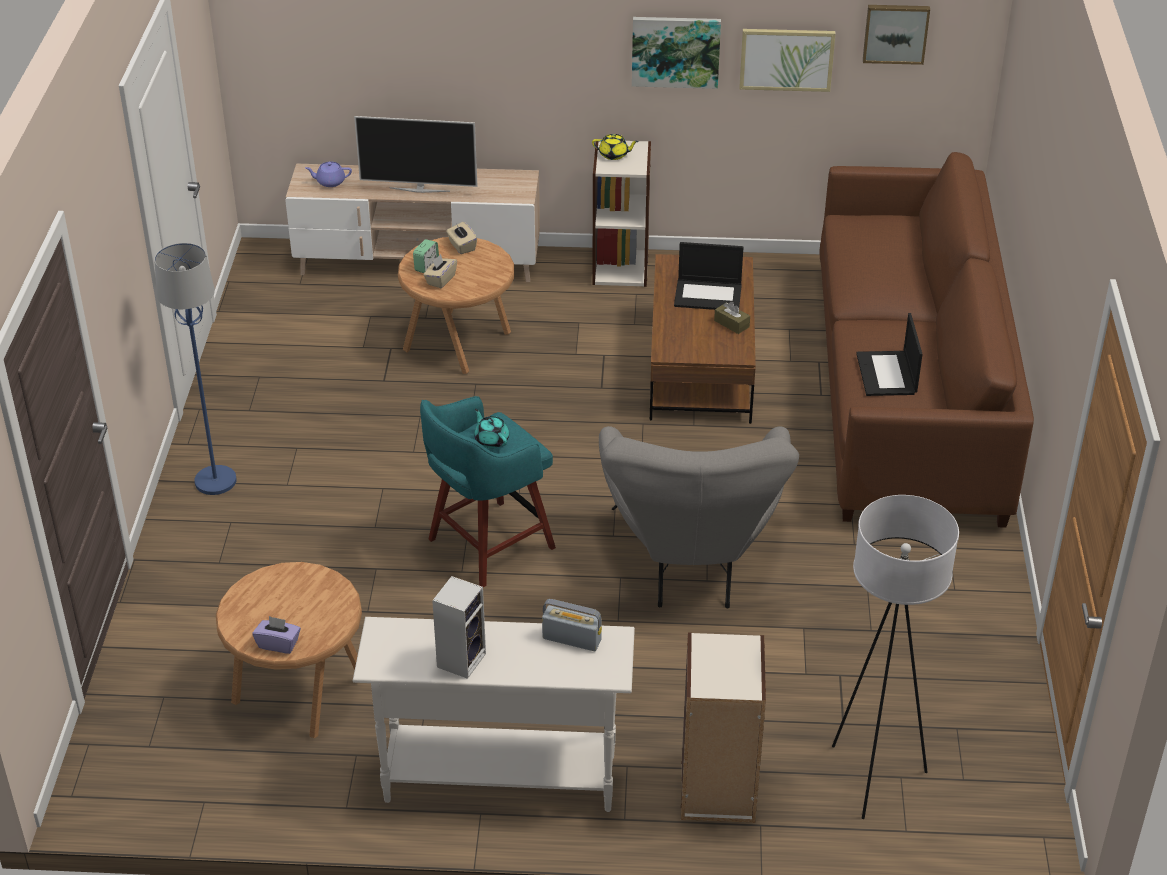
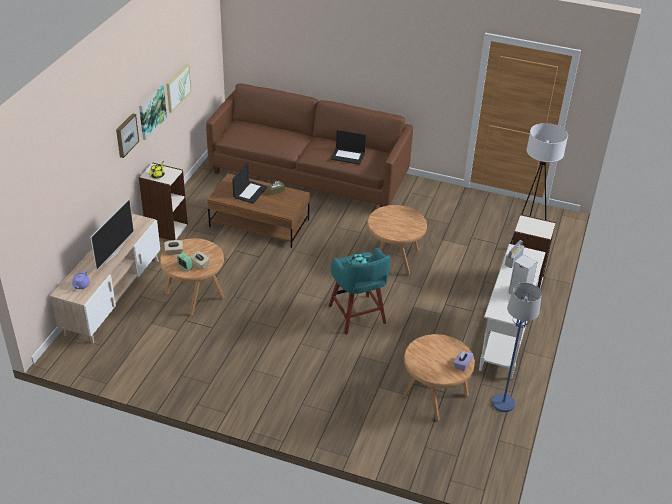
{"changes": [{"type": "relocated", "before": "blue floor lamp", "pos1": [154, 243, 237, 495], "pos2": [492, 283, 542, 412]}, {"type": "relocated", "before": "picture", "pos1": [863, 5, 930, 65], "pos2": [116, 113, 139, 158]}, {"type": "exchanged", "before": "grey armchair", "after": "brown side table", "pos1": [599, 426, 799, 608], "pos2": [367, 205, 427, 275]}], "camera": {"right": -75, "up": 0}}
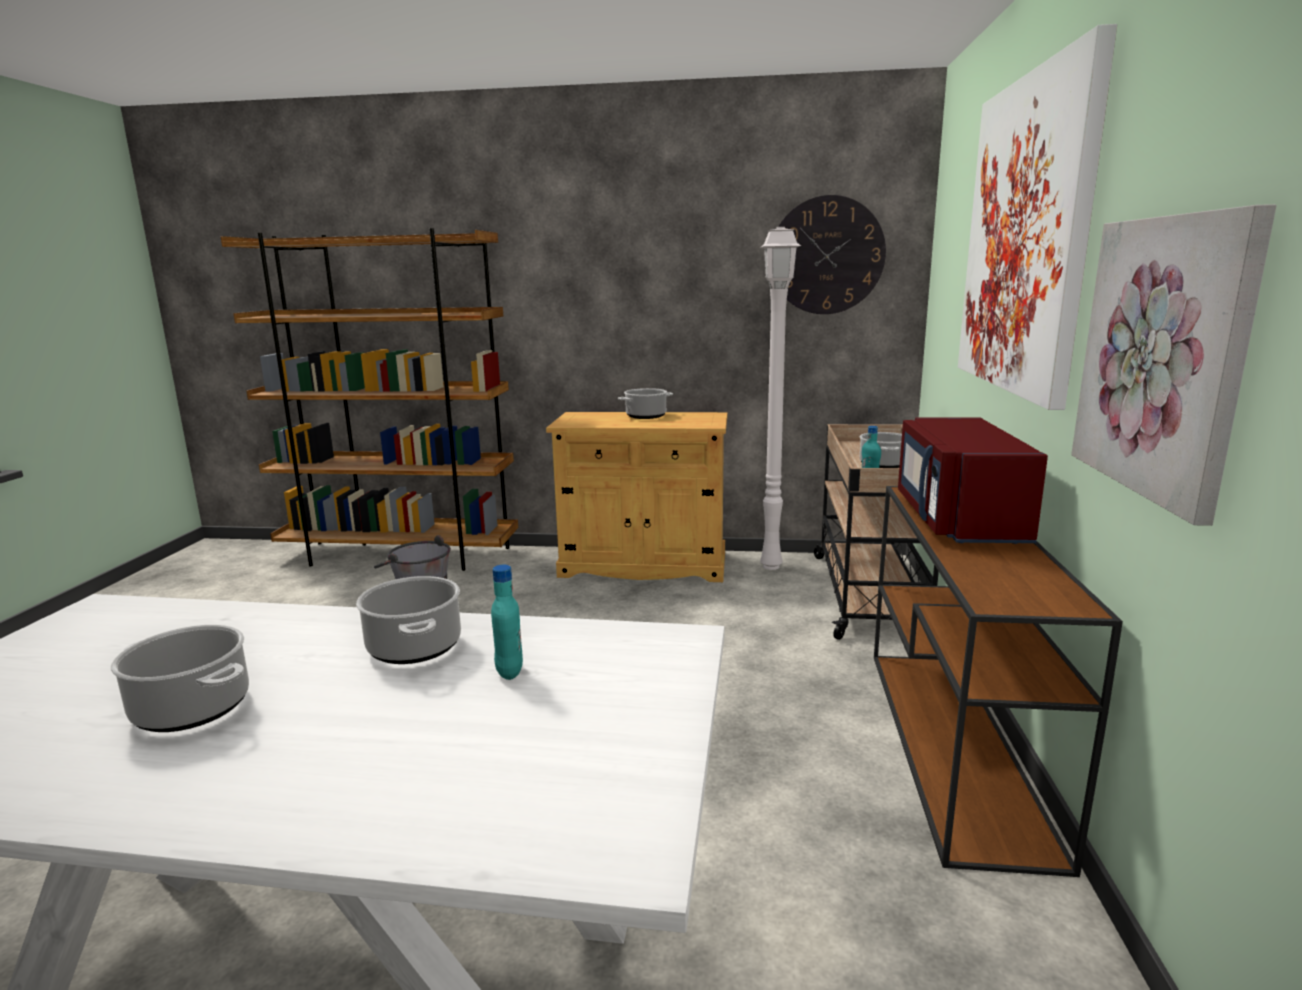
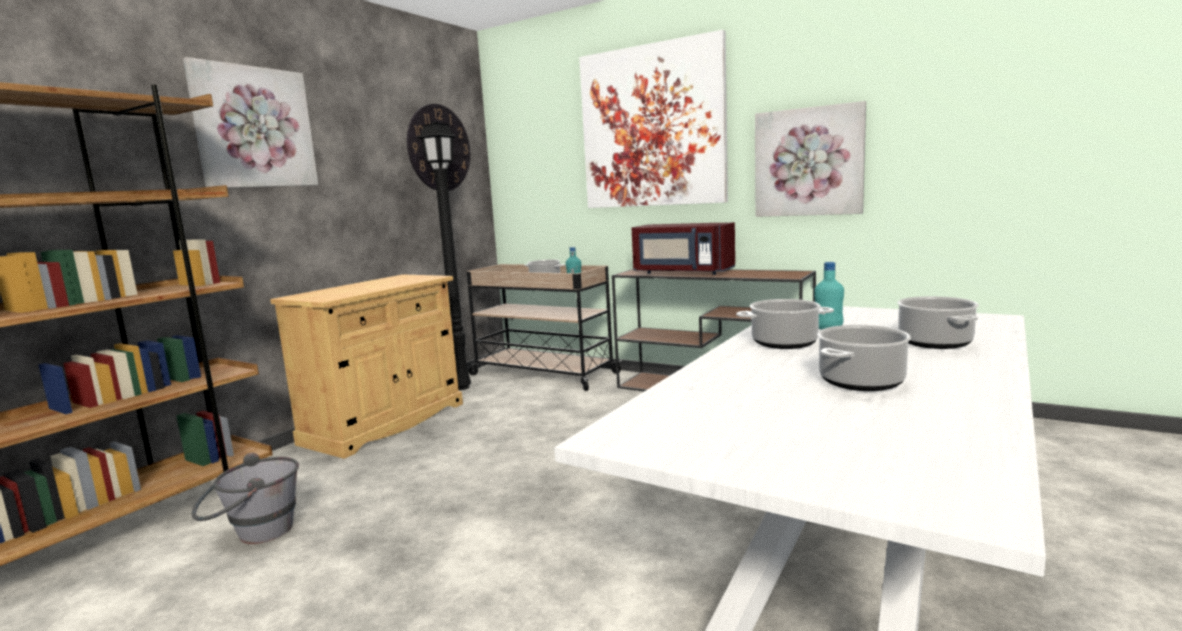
{"changes": [{"type": "appeared", "after": "picture", "pos2": [183, 57, 318, 188]}, {"type": "relocated", "before": "cooking pot", "pos1": [618, 388, 673, 419], "pos2": [897, 296, 979, 349]}, {"type": "colour", "before": "white floor lamp", "after": "black floor lamp", "pos1": [760, 227, 801, 570], "pos2": [416, 122, 471, 390]}], "camera": {"right": -65, "up": -5}}
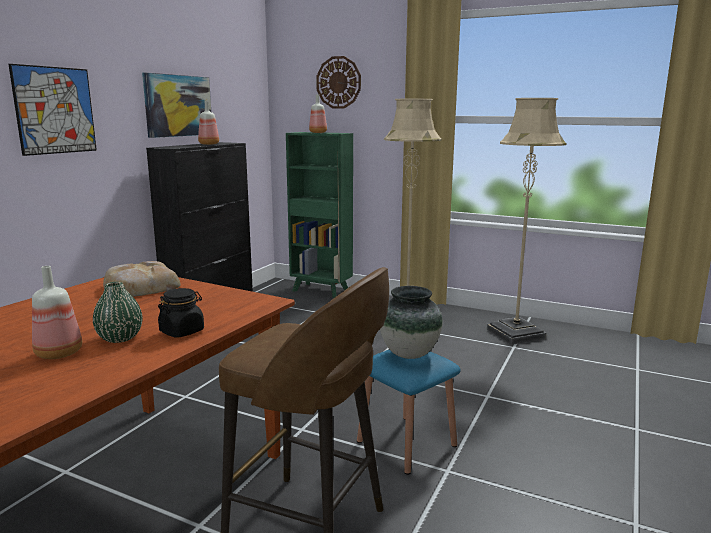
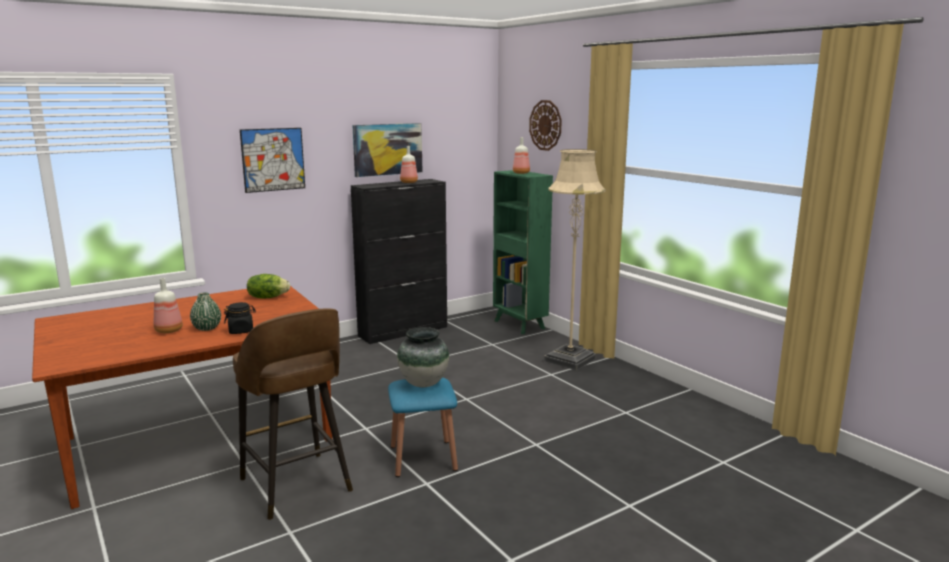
{"changes": [{"type": "missing", "before": "beige floor lamp", "pos1": [487, 98, 567, 345]}, {"type": "exchanged", "before": "bread", "after": "lettuce", "pos1": [103, 261, 181, 297], "pos2": [247, 274, 290, 299]}], "camera": {"right": 30, "up": 0}}
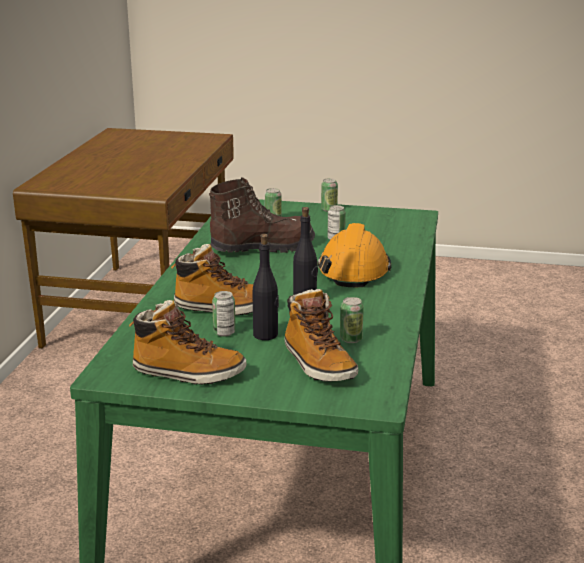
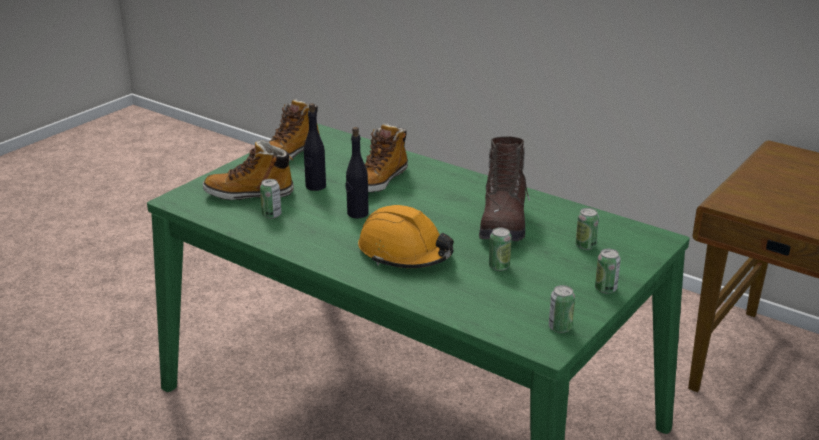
{"changes": [{"type": "relocated", "before": "can", "pos1": [212, 291, 236, 337], "pos2": [549, 285, 575, 333]}], "camera": {"right": 115, "up": 5}}
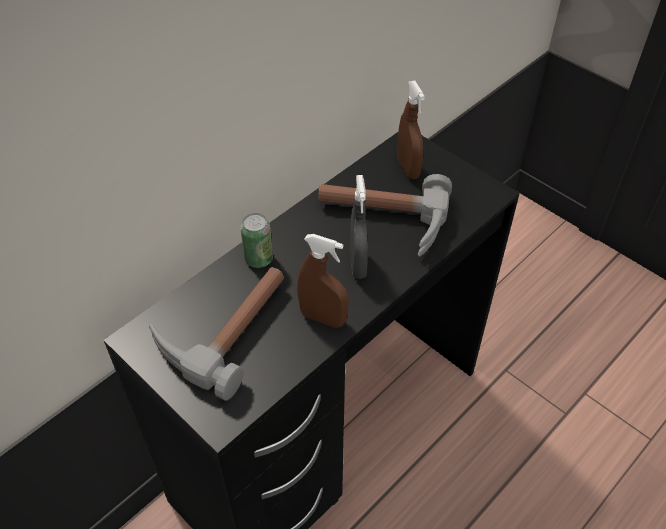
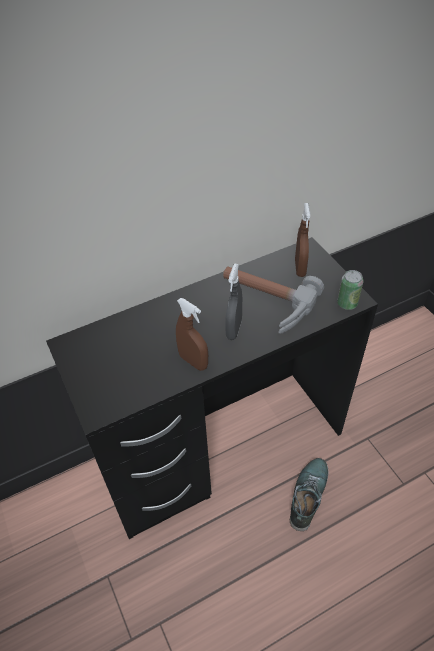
{"changes": [{"type": "missing", "before": "hammer", "pos1": [149, 267, 284, 401]}, {"type": "appeared", "after": "shoe", "pos2": [290, 458, 329, 531]}, {"type": "relocated", "before": "can", "pos1": [241, 213, 273, 268], "pos2": [337, 270, 364, 310]}], "camera": {"right": 20, "up": 0}}
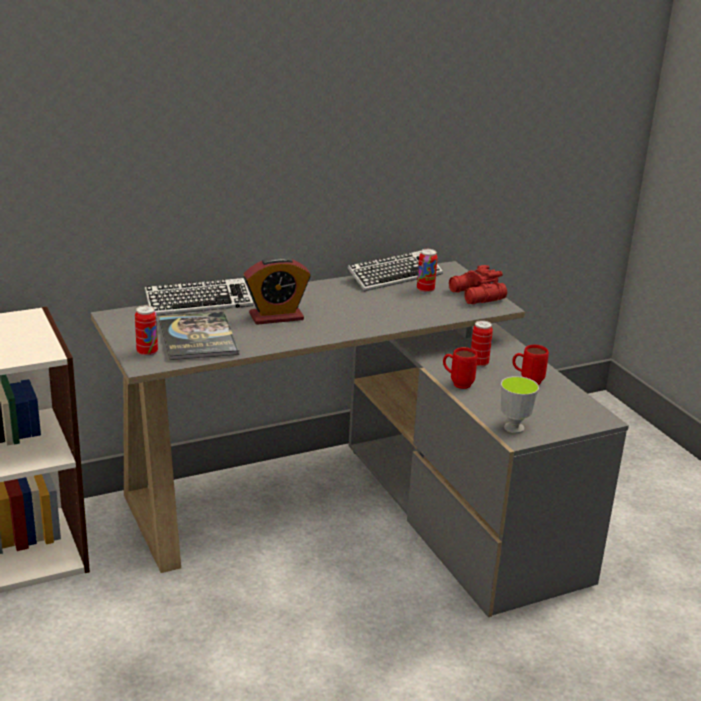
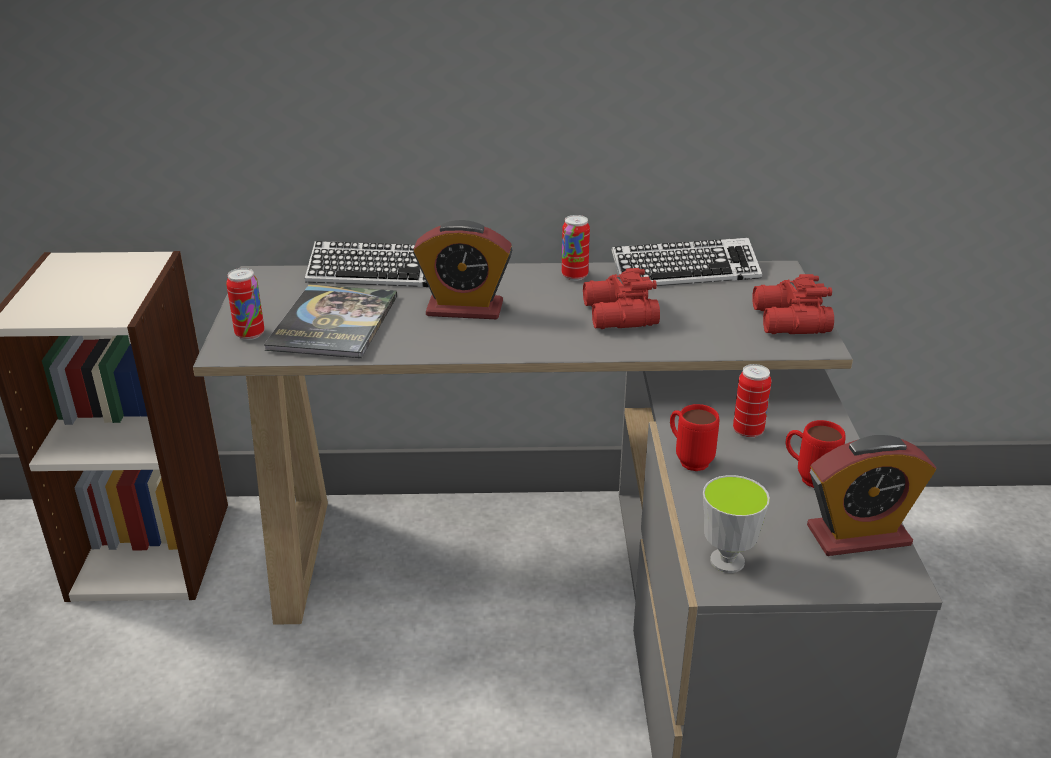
{"changes": [{"type": "appeared", "after": "red binoculars", "pos2": [583, 268, 660, 329]}, {"type": "appeared", "after": "alarm clock", "pos2": [807, 435, 937, 556]}, {"type": "relocated", "before": "can", "pos1": [417, 249, 438, 293], "pos2": [562, 215, 590, 281]}], "camera": {"right": 25, "up": 5}}
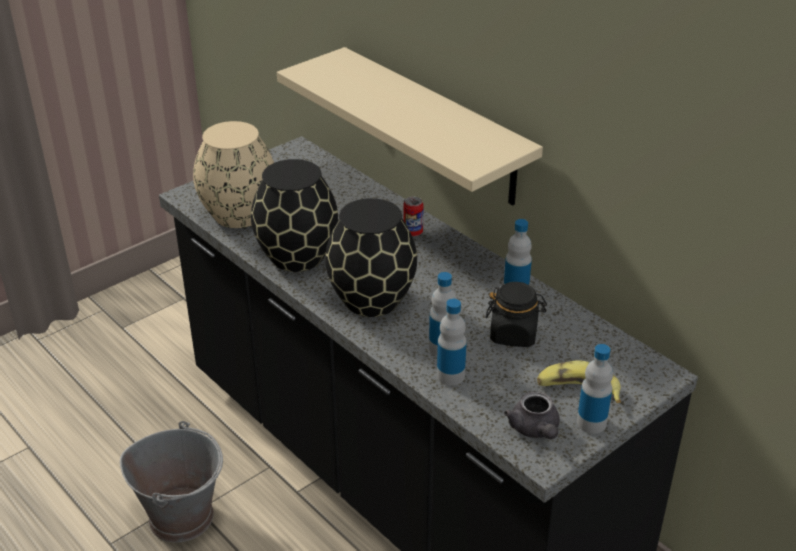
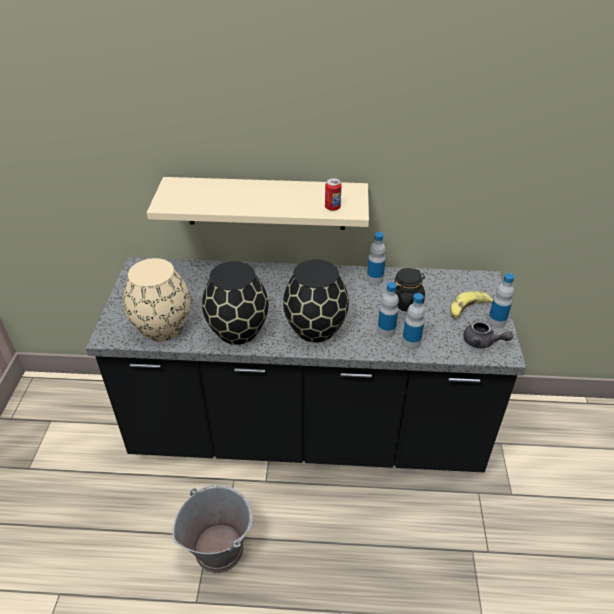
{"changes": [{"type": "relocated", "before": "can", "pos1": [403, 197, 424, 236], "pos2": [325, 178, 342, 211]}], "camera": {"right": -45, "up": 5}}
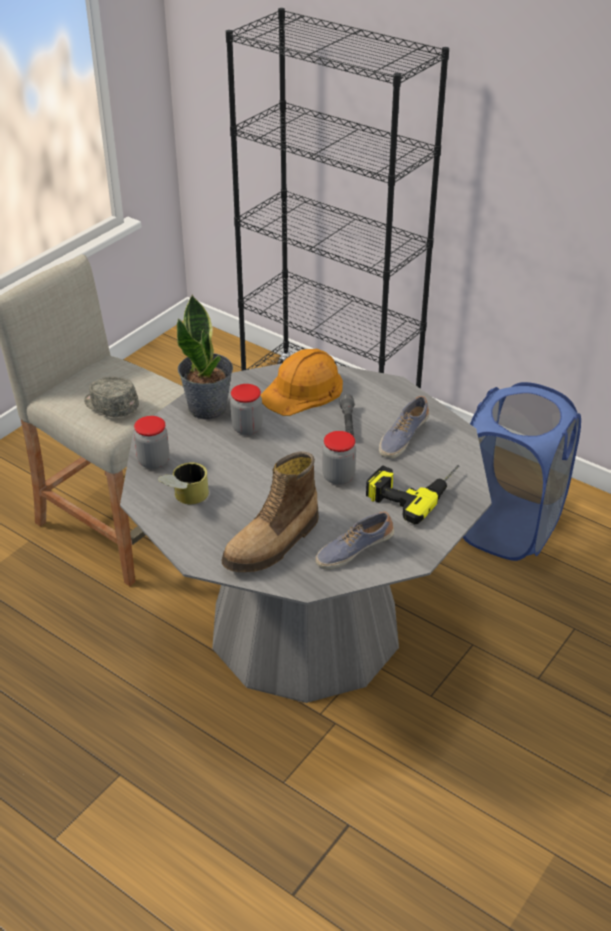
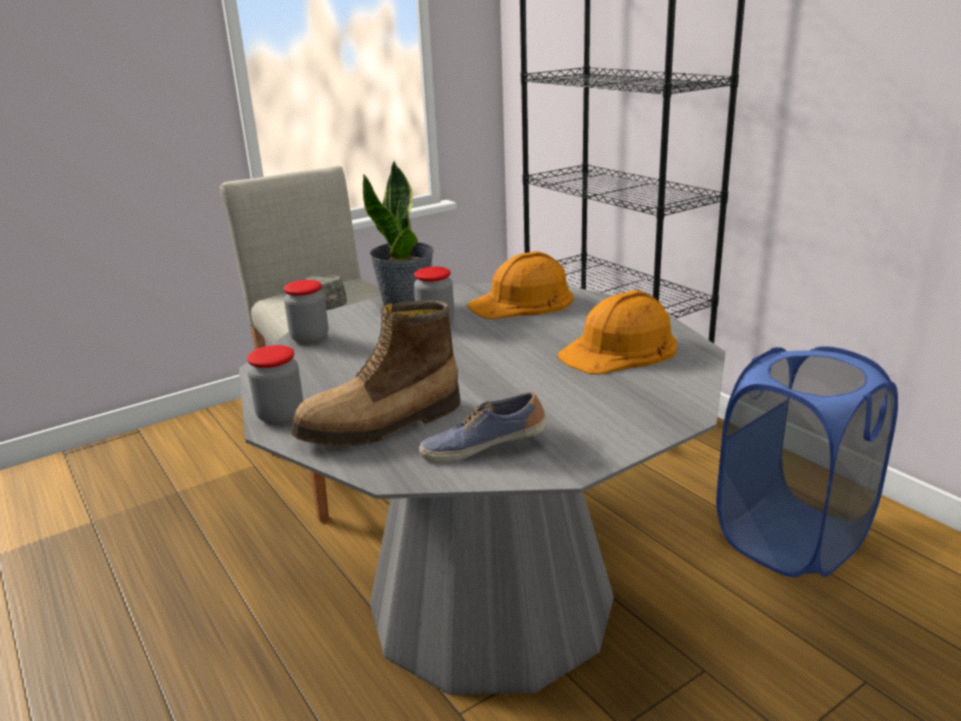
{"changes": [{"type": "missing", "before": "can", "pos1": [158, 462, 209, 504]}, {"type": "missing", "before": "grey flashlight", "pos1": [340, 394, 355, 436]}, {"type": "missing", "before": "power drill", "pos1": [366, 465, 459, 524]}, {"type": "relocated", "before": "jar", "pos1": [322, 431, 356, 485], "pos2": [247, 345, 303, 425]}, {"type": "exchanged", "before": "shoe", "after": "orange hard hat", "pos1": [379, 396, 429, 459], "pos2": [557, 290, 677, 374]}], "camera": {"right": 20, "up": -15}}
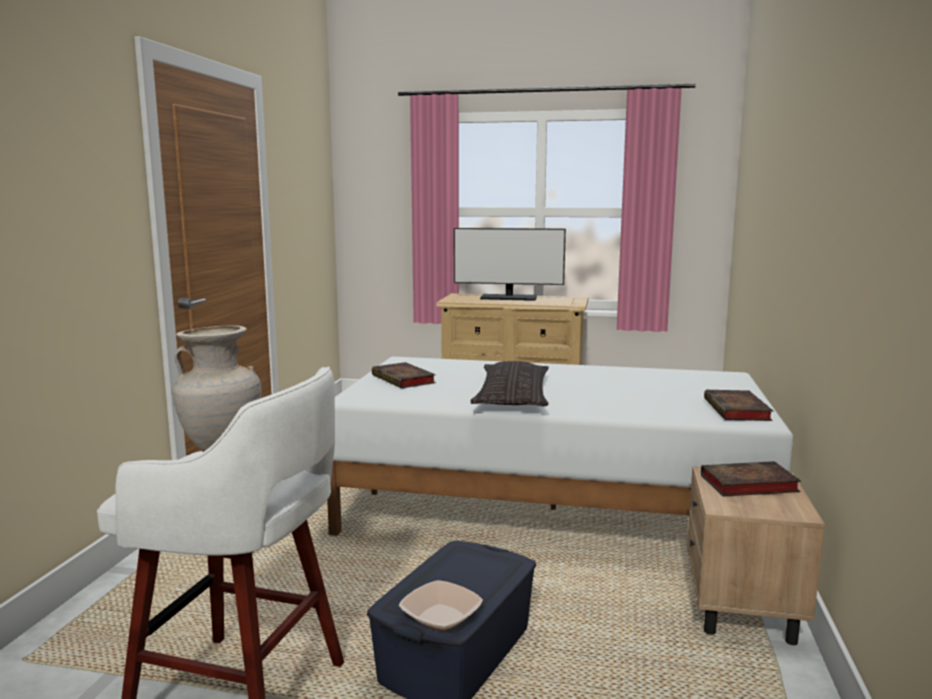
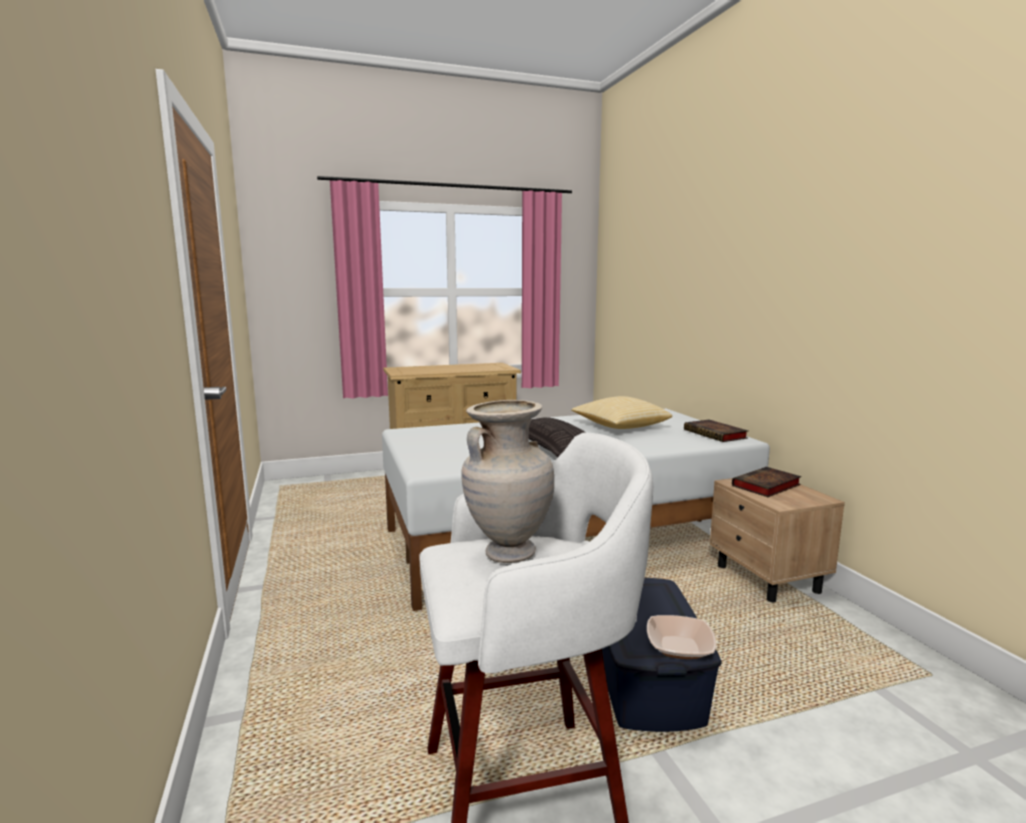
{"changes": [{"type": "missing", "before": "book", "pos1": [372, 362, 436, 388]}, {"type": "missing", "before": "monitor", "pos1": [454, 228, 566, 301]}, {"type": "appeared", "after": "pillow", "pos2": [571, 396, 672, 429]}], "camera": {"right": -30, "up": 0}}
